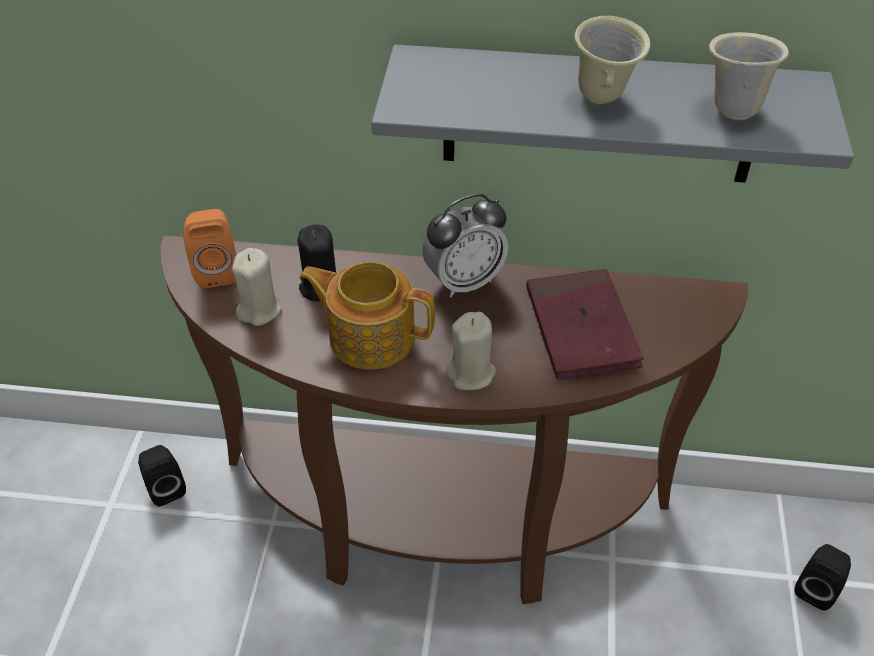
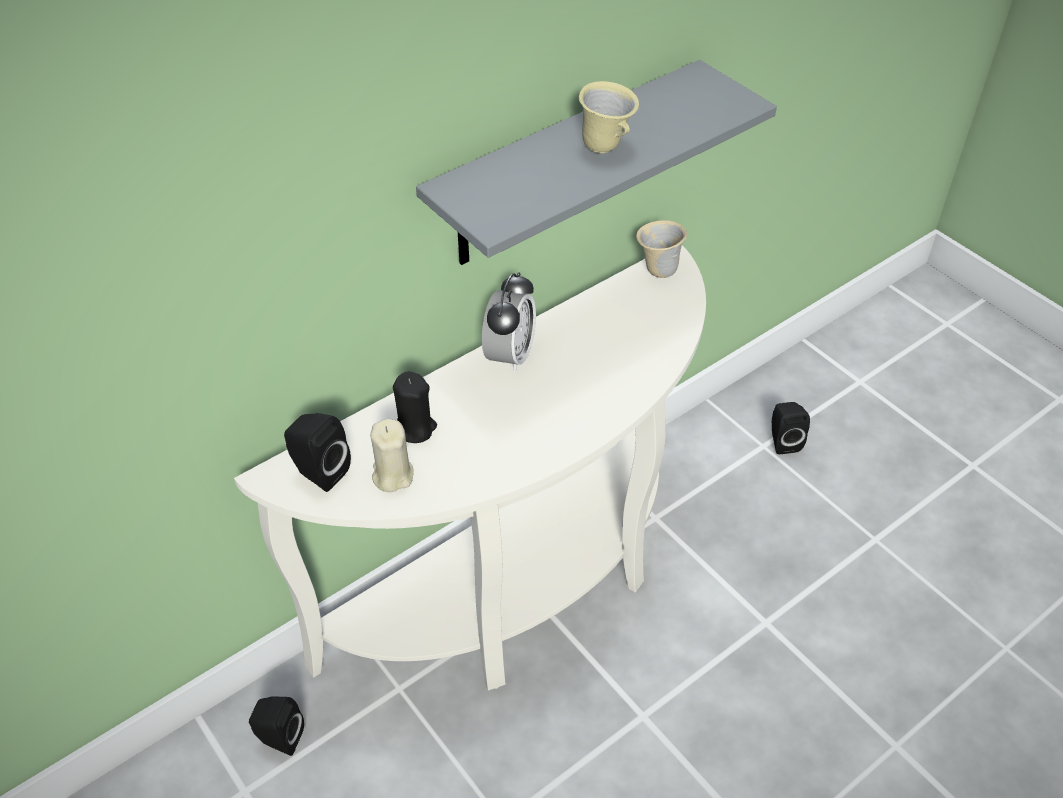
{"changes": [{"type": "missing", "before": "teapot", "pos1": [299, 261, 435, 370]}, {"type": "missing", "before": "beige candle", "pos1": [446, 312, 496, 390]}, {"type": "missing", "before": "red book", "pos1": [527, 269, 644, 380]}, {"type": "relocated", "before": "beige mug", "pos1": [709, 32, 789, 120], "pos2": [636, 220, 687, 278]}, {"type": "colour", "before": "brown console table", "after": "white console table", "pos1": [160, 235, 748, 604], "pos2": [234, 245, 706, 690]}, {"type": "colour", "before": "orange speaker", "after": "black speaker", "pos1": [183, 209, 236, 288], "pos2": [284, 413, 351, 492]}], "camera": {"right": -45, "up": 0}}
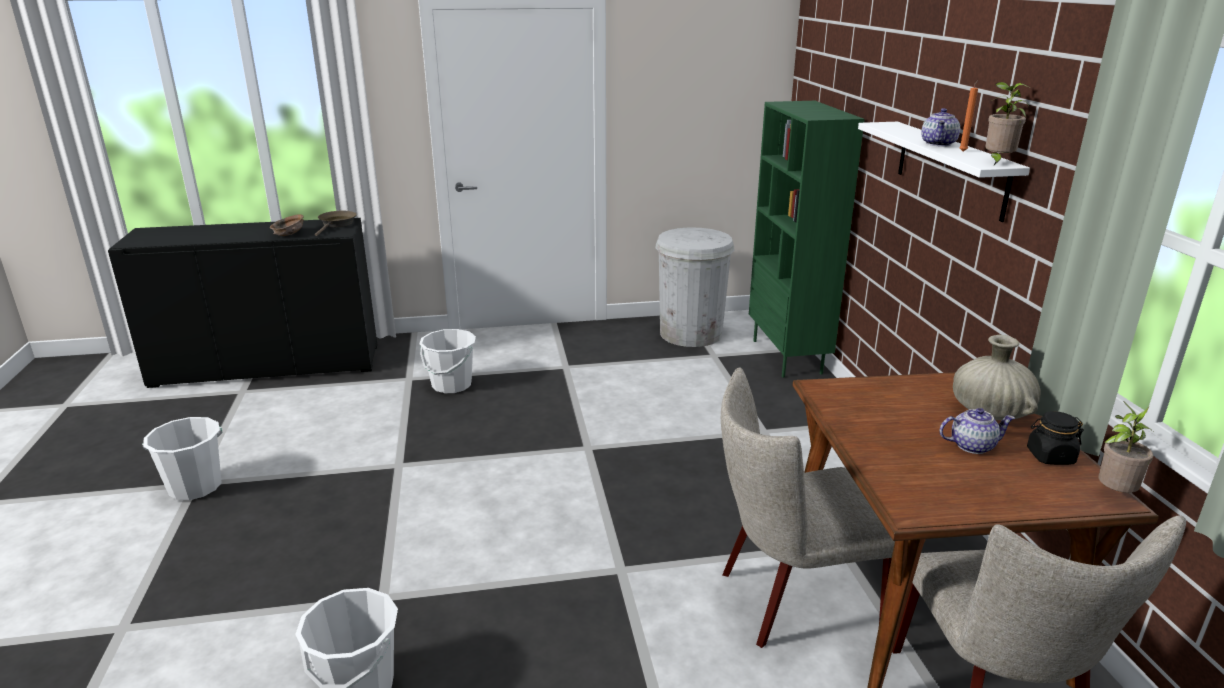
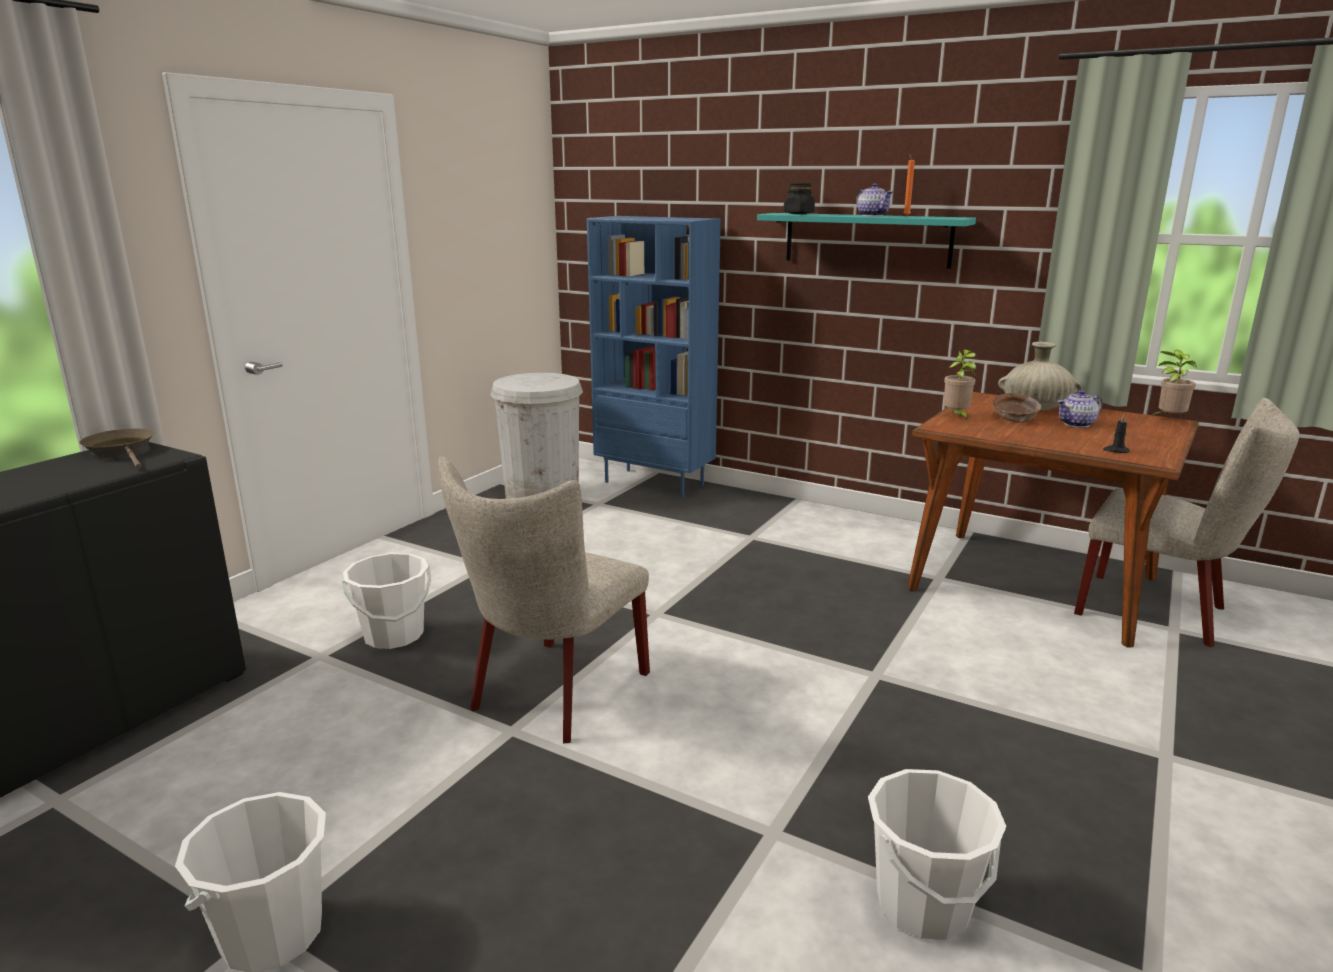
{"changes": [{"type": "appeared", "after": "black candle", "pos2": [1103, 414, 1130, 453]}, {"type": "relocated", "before": "brown bowl", "pos1": [270, 214, 304, 236], "pos2": [993, 393, 1041, 423]}, {"type": "relocated", "before": "beige chair", "pos1": [721, 367, 895, 648], "pos2": [438, 456, 650, 744]}, {"type": "relocated", "before": "potted plant", "pos1": [985, 82, 1031, 165], "pos2": [944, 349, 977, 421]}, {"type": "relocated", "before": "black jar", "pos1": [1027, 411, 1084, 465], "pos2": [784, 183, 815, 214]}, {"type": "colour", "before": "green bookcase", "after": "blue bookcase", "pos1": [749, 101, 865, 378], "pos2": [587, 216, 721, 498]}, {"type": "colour", "before": "white shelf", "after": "turquoise shelf", "pos1": [858, 122, 1030, 222], "pos2": [757, 213, 976, 269]}, {"type": "spun", "before": "teapot", "pos1": [939, 408, 1015, 454], "pos2": [1057, 390, 1102, 428], "turn": -150}], "camera": {"right": -50, "up": -5}}
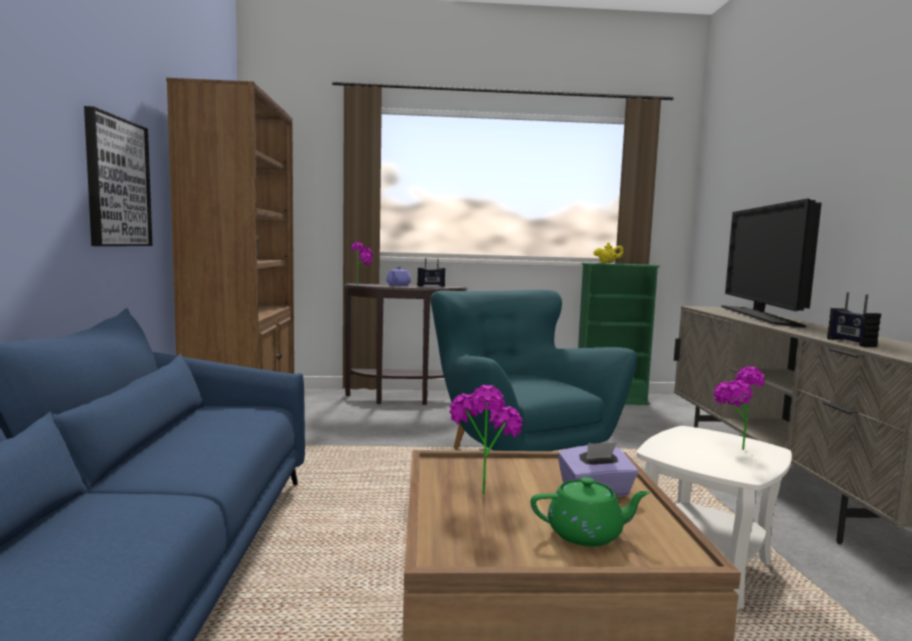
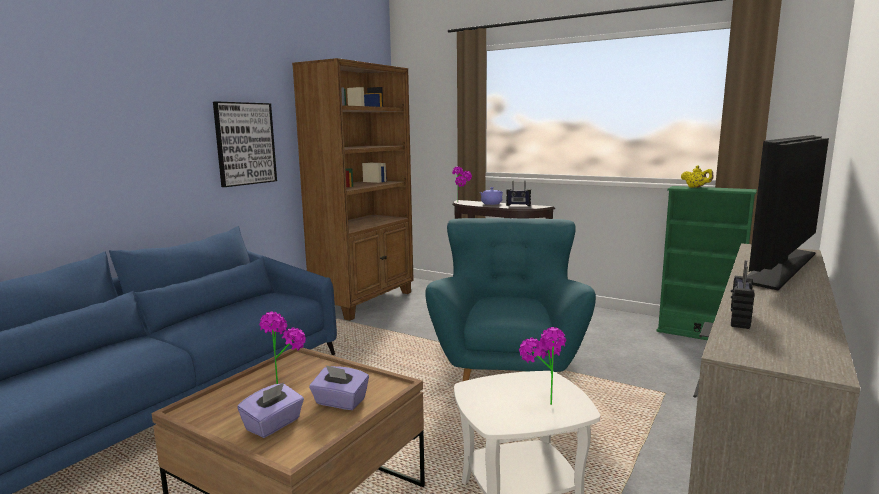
{"changes": [{"type": "exchanged", "before": "green teapot", "after": "purple tissue box", "pos1": [531, 477, 650, 547], "pos2": [237, 383, 304, 438]}], "camera": {"right": 35, "up": 5}}
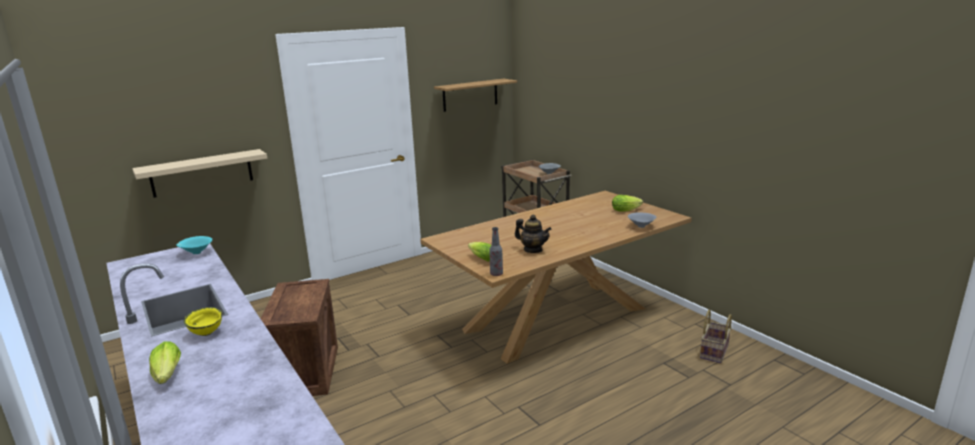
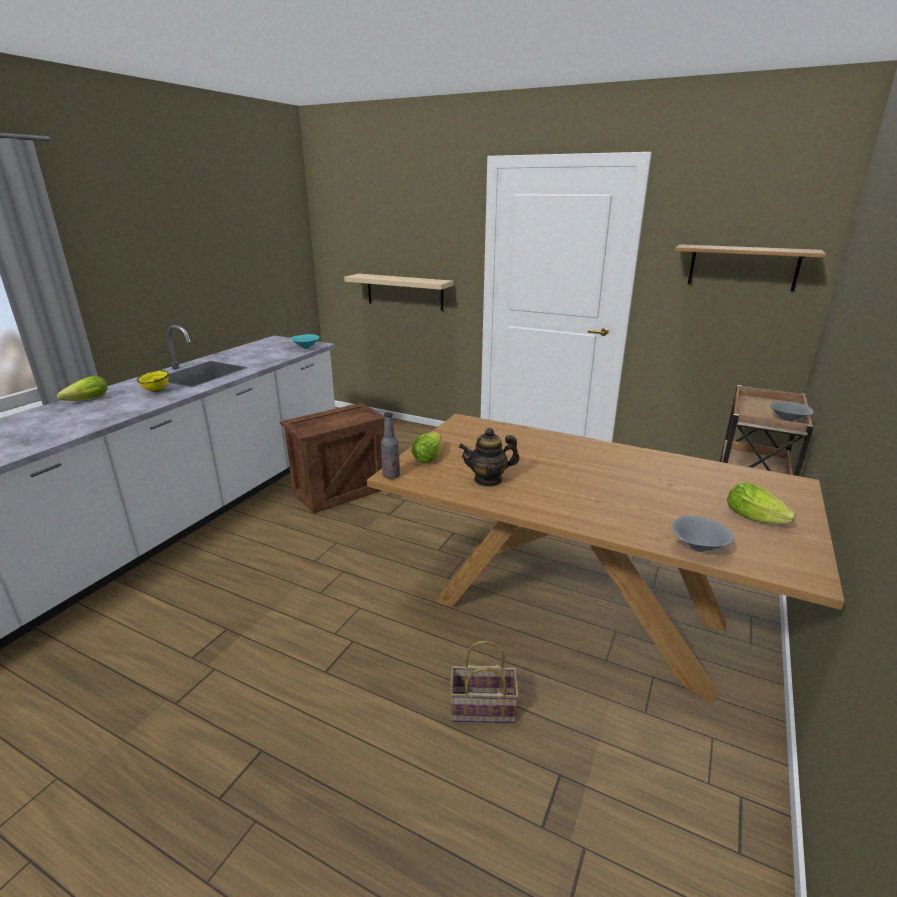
{"changes": [{"type": "relocated", "before": "basket", "pos1": [700, 310, 732, 363], "pos2": [450, 640, 519, 723]}, {"type": "spun", "before": "teapot", "pos1": [515, 215, 551, 253], "pos2": [459, 428, 519, 487], "turn": 75}], "camera": {"right": 60, "up": 5}}
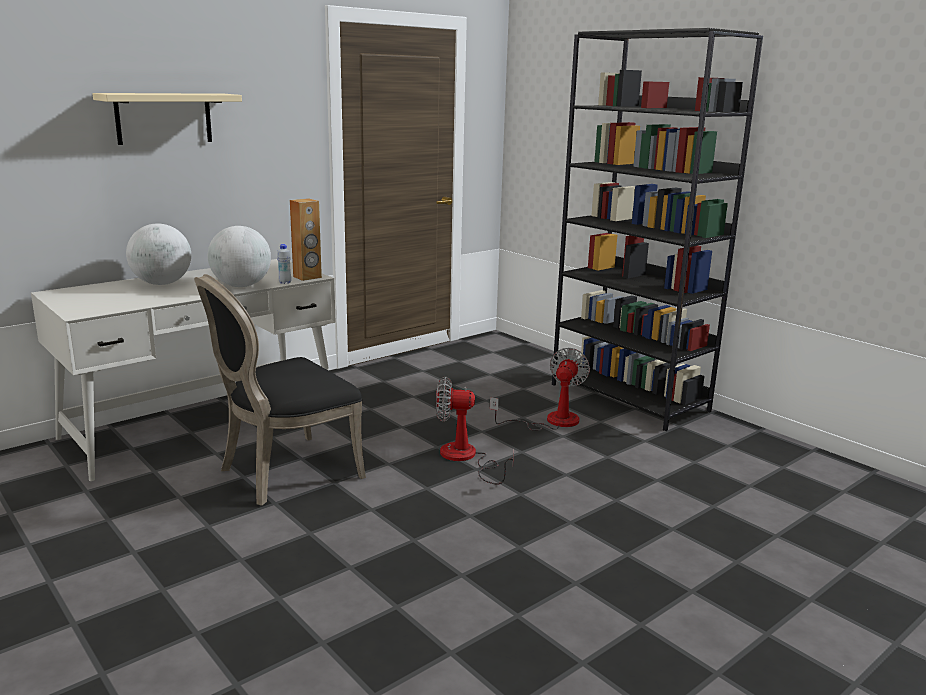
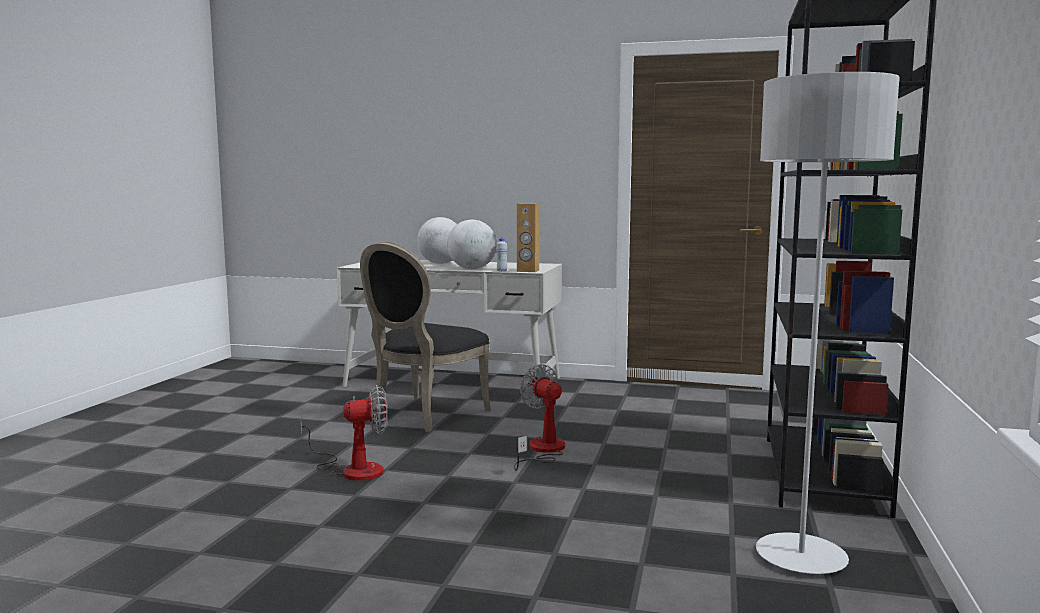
{"changes": [{"type": "missing", "before": "beige shelf", "pos1": [92, 93, 242, 145]}, {"type": "appeared", "after": "grey floor lamp", "pos2": [756, 72, 900, 574]}, {"type": "relocated", "before": "fan", "pos1": [490, 348, 590, 431], "pos2": [301, 385, 388, 481]}, {"type": "spun", "before": "black chair", "pos1": [194, 274, 366, 506], "pos2": [360, 241, 491, 432], "turn": -75}], "camera": {"right": 55, "up": -10}}
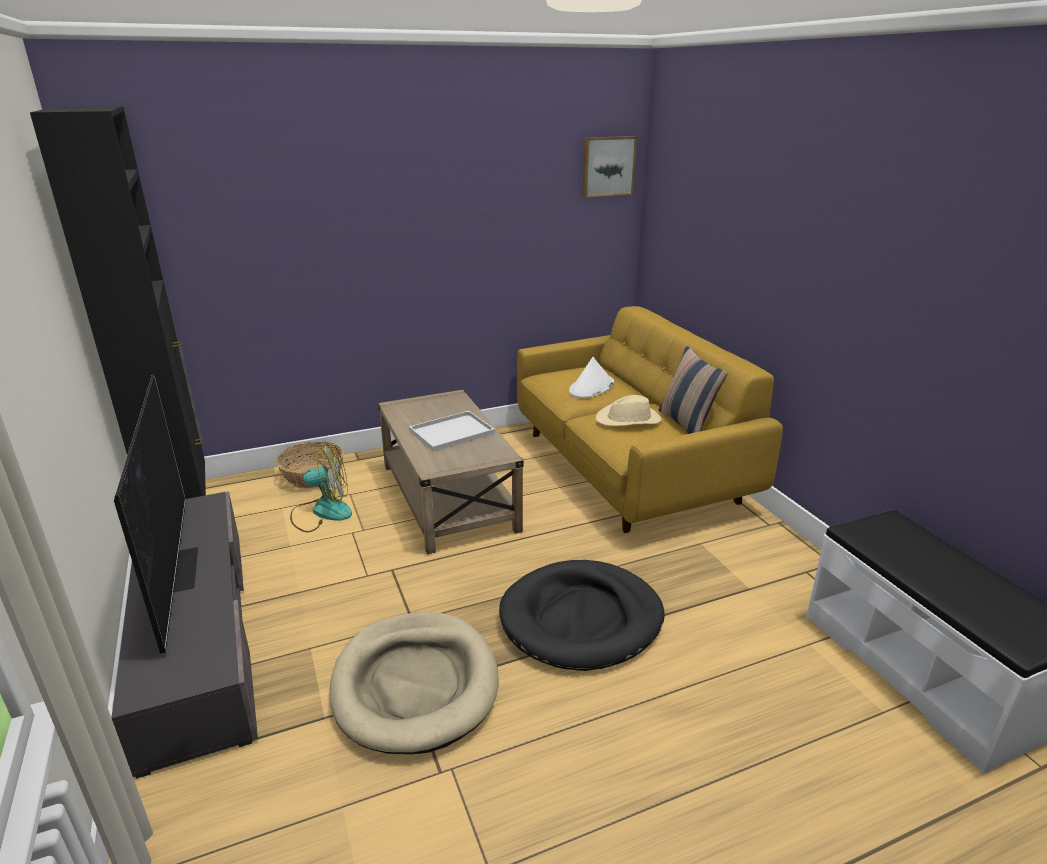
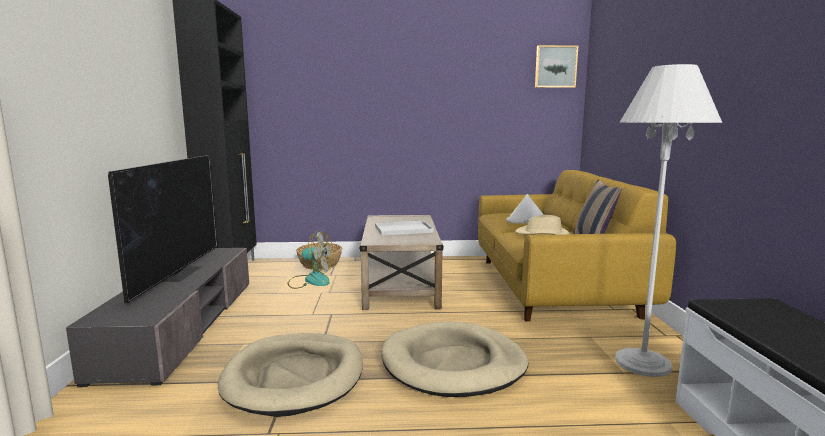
{"changes": [{"type": "appeared", "after": "white floor lamp", "pos2": [615, 64, 722, 377]}, {"type": "colour", "before": "black dog bed", "after": "beige dog bed", "pos1": [499, 560, 665, 671], "pos2": [381, 321, 528, 397]}], "camera": {"right": 20, "up": -15}}
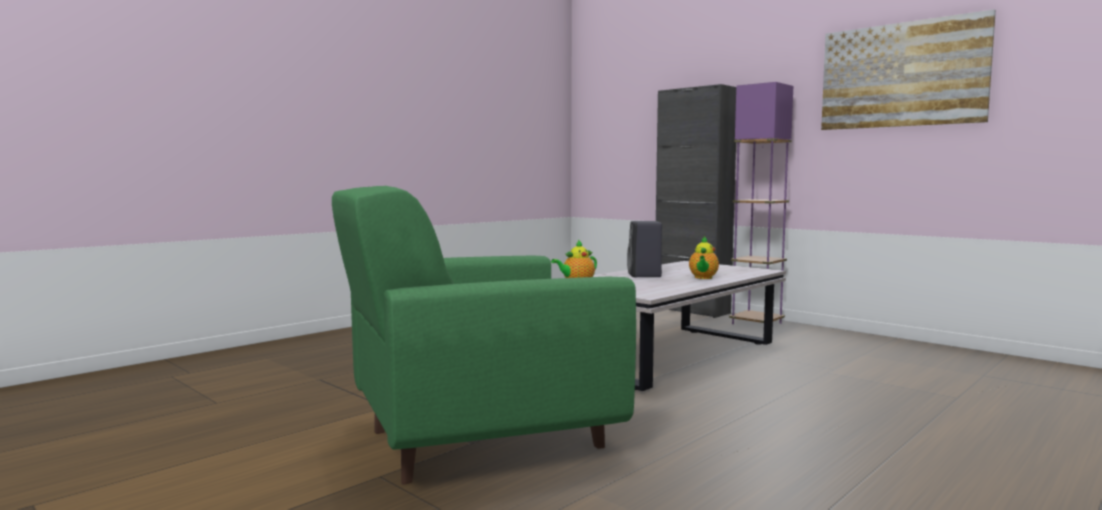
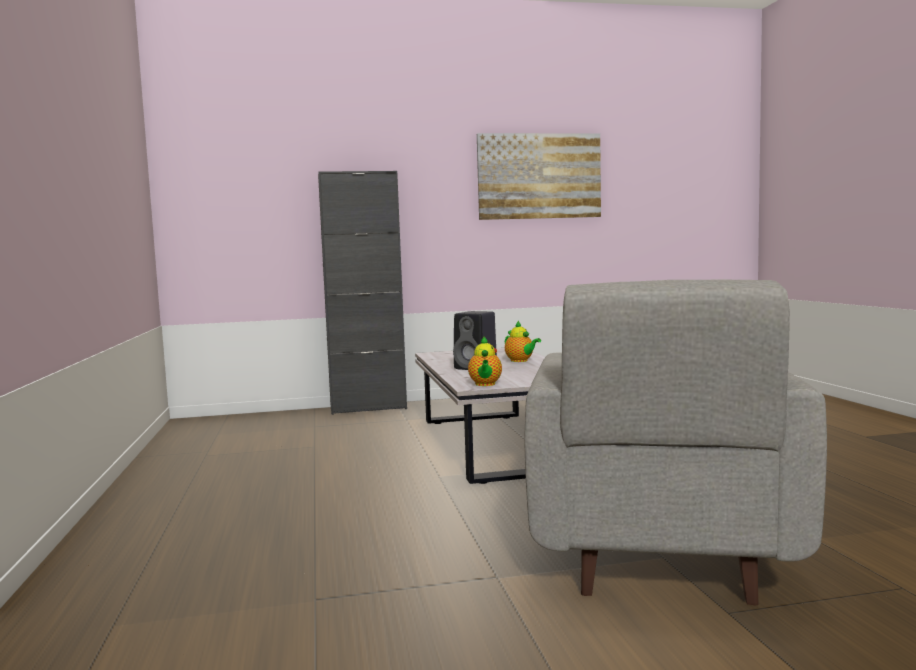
{"changes": [{"type": "missing", "before": "purple floor lamp", "pos1": [729, 82, 793, 324]}, {"type": "colour", "before": "green armchair", "after": "grey armchair", "pos1": [332, 186, 636, 484], "pos2": [525, 279, 827, 605]}], "camera": {"right": -55, "up": 0}}
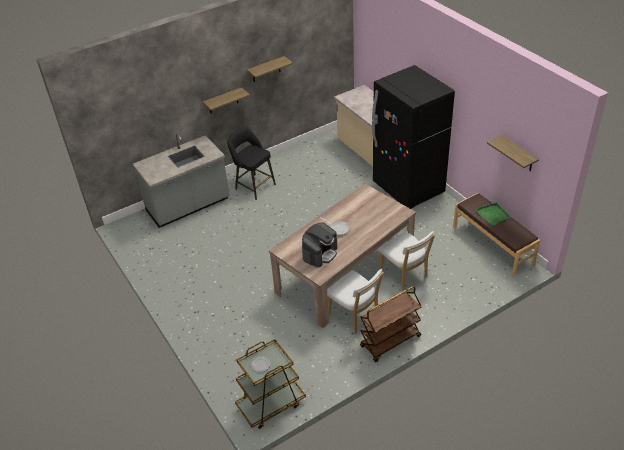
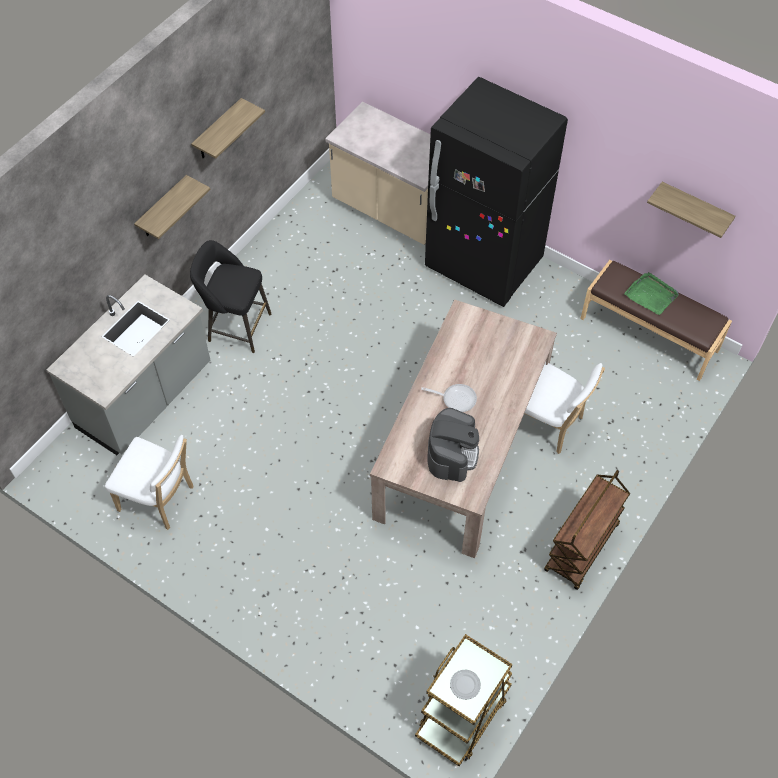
{"changes": [{"type": "relocated", "before": "white chair", "pos1": [327, 269, 384, 333], "pos2": [105, 435, 193, 530]}], "camera": {"right": -25, "up": 15}}
